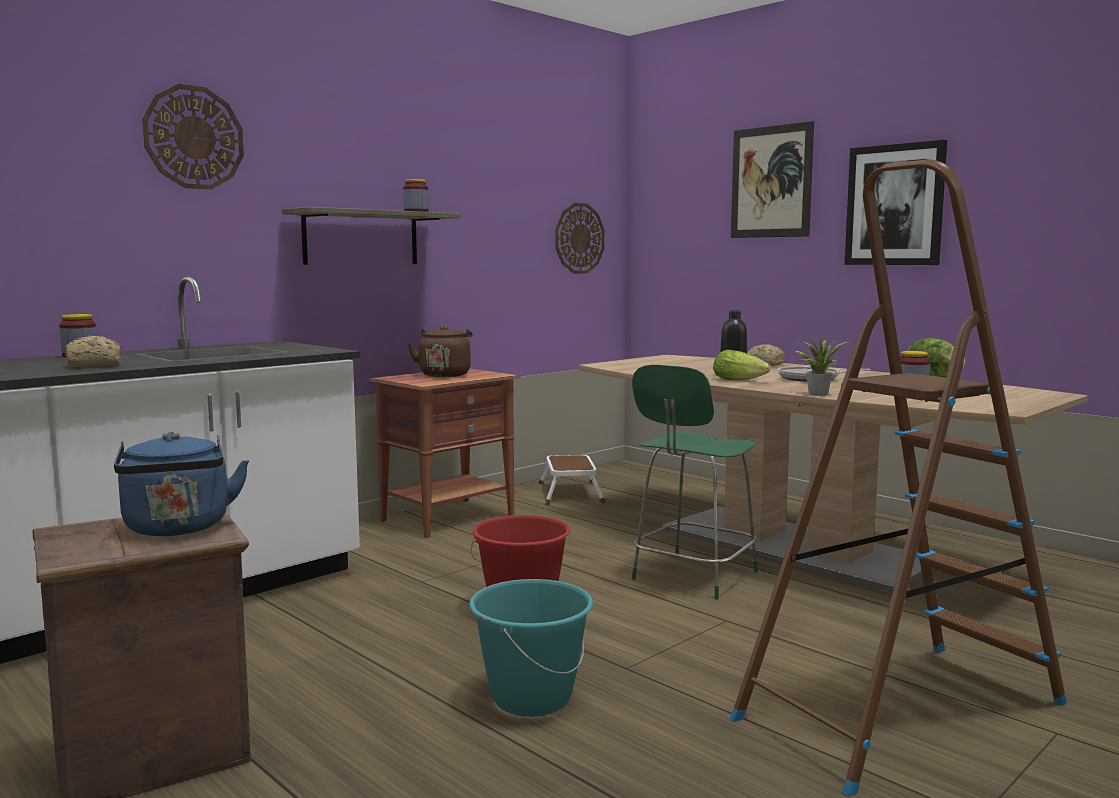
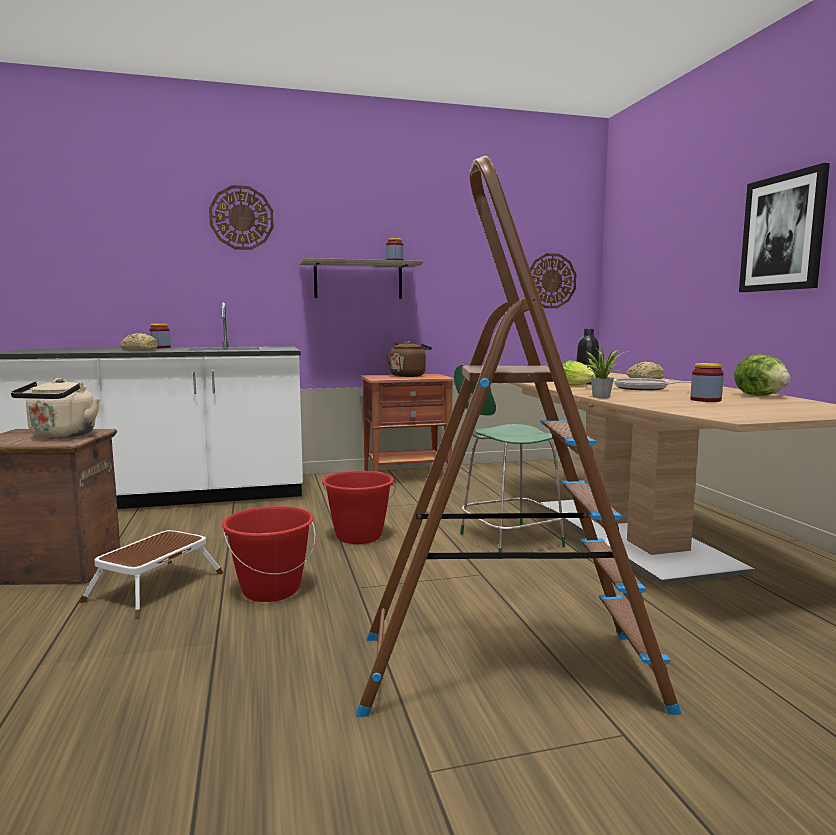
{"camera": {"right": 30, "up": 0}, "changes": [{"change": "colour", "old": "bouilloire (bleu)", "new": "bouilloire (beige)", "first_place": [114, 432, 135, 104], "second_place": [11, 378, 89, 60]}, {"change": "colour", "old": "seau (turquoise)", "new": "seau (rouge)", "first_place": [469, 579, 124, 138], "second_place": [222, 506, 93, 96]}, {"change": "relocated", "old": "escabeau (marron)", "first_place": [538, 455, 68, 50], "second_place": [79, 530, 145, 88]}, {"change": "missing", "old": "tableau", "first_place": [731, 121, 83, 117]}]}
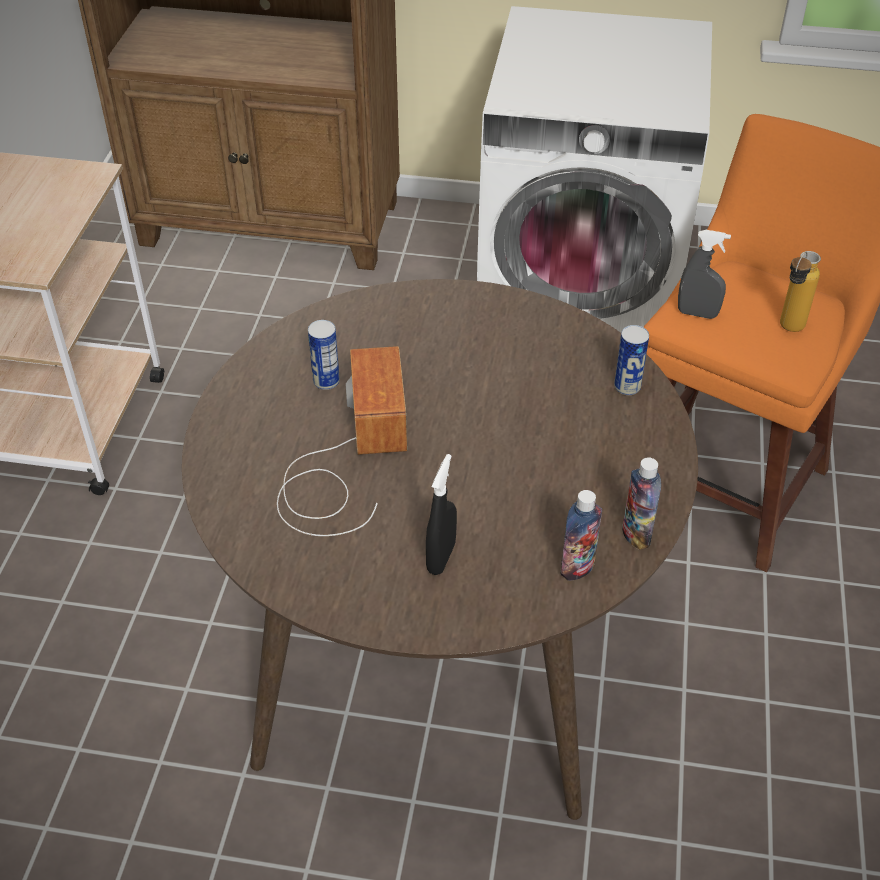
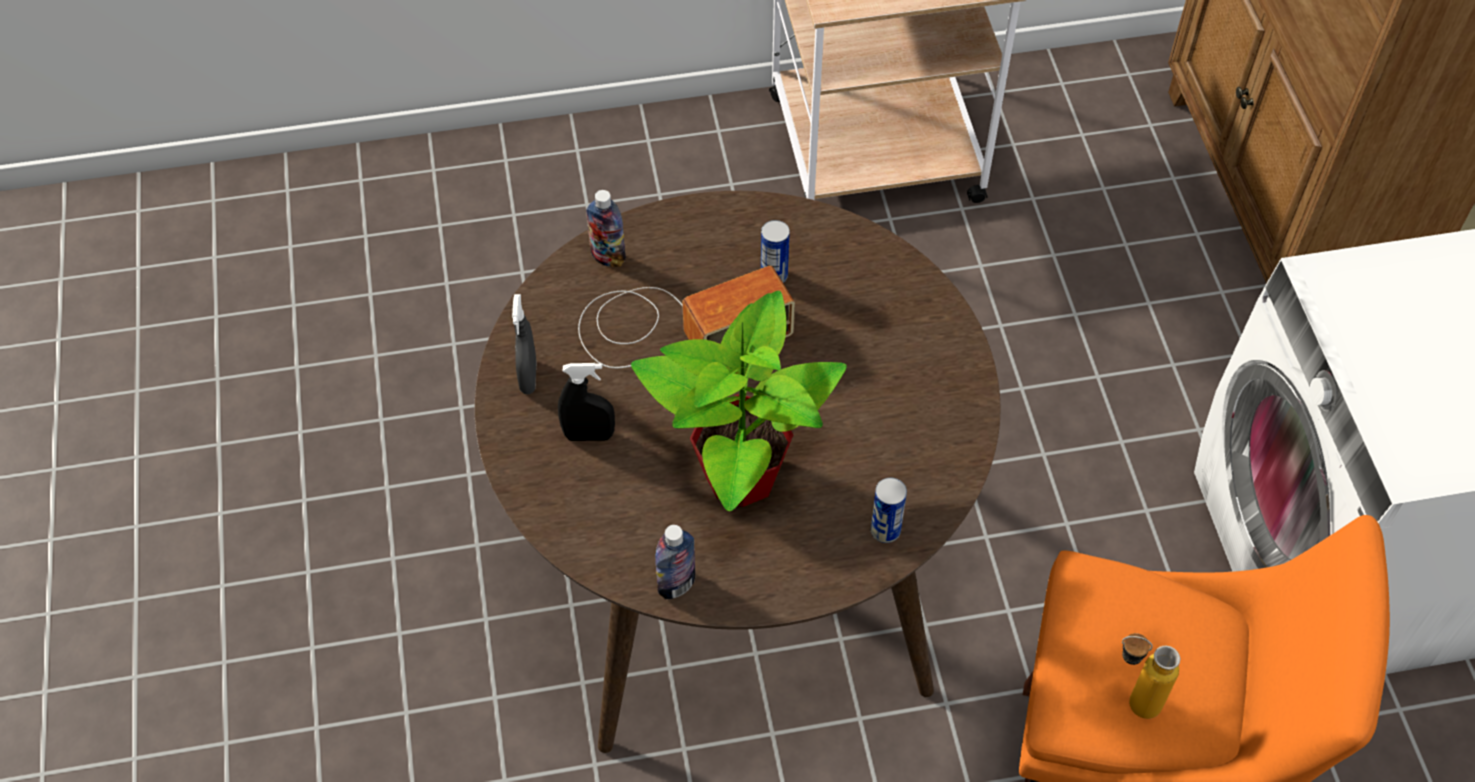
{"camera": {"right": 70, "up": 10}, "changes": [{"change": "relocated", "old": "bouteille", "first_place": [560, 490, 42, 91], "second_place": [586, 190, 40, 77]}, {"change": "relocated", "old": "vaporisateur (gris)", "first_place": [678, 230, 53, 89], "second_place": [512, 294, 25, 100]}, {"change": "appeared", "new": "plante en pot", "second_place": [631, 291, 216, 221]}]}
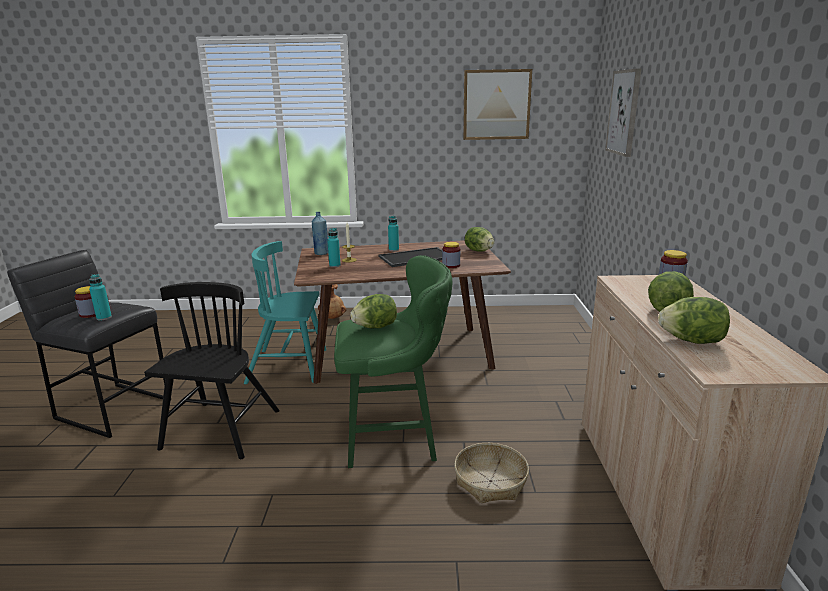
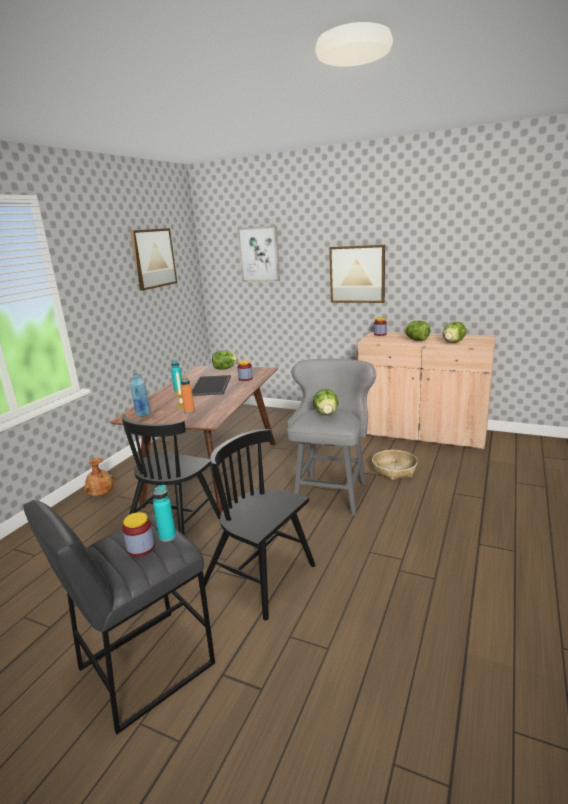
{"camera": {"right": -65, "up": 0}, "changes": [{"change": "colour", "old": "chaise (turquoise)", "new": "chaise (noir)", "first_place": [244, 241, 82, 143], "second_place": [122, 414, 99, 122]}, {"change": "colour", "old": "bouteille (turquoise)", "new": "bouteille (orange)", "first_place": [327, 228, 14, 39], "second_place": [181, 377, 14, 37]}, {"change": "colour", "old": "tabouret (vert)", "new": "tabouret (gris)", "first_place": [334, 255, 118, 213], "second_place": [287, 358, 89, 158]}, {"change": "appeared", "new": "tableau", "second_place": [329, 245, 56, 58]}]}
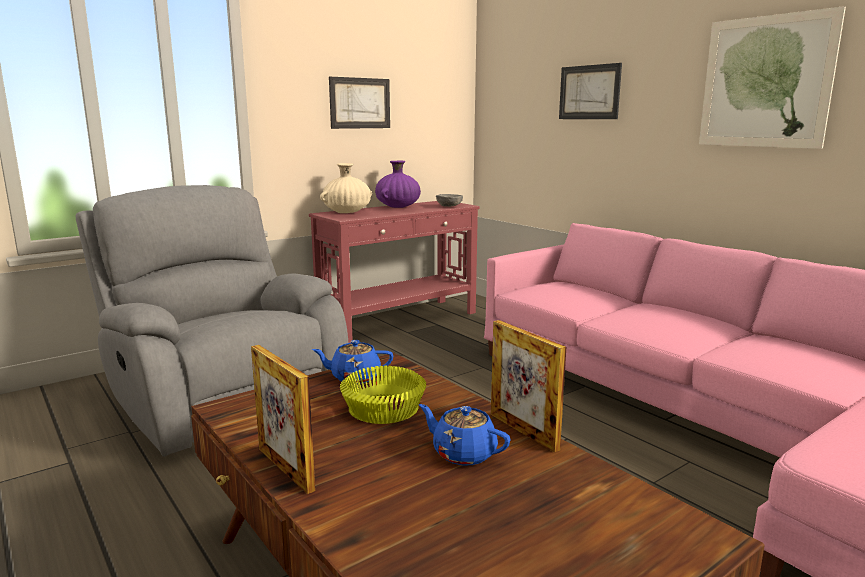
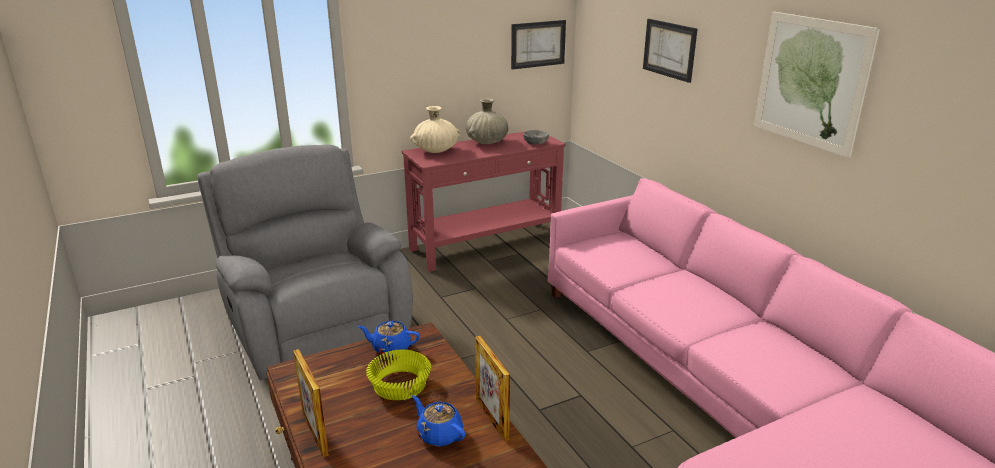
{"camera": {"right": 10, "up": 10}, "changes": [{"change": "relocated", "old": "tableau", "first_place": [329, 77, 61, 52], "second_place": [511, 20, 55, 49]}, {"change": "colour", "old": "vase (violet)", "new": "vase (beige)", "first_place": [375, 161, 46, 47], "second_place": [466, 98, 43, 46]}]}
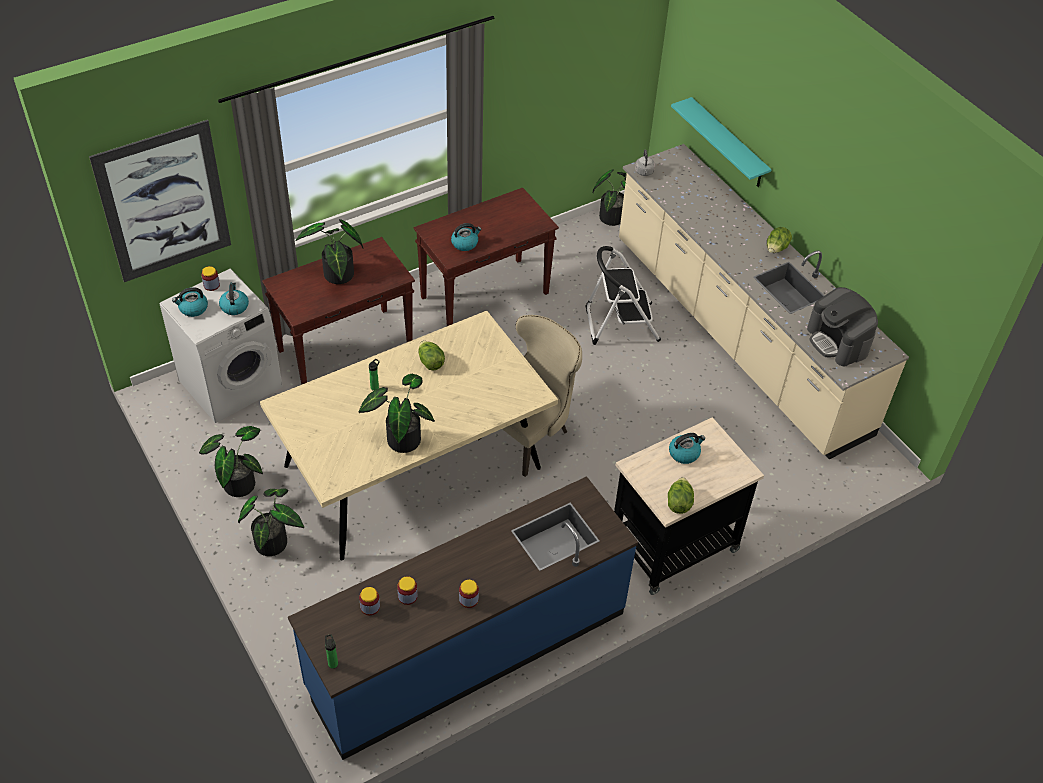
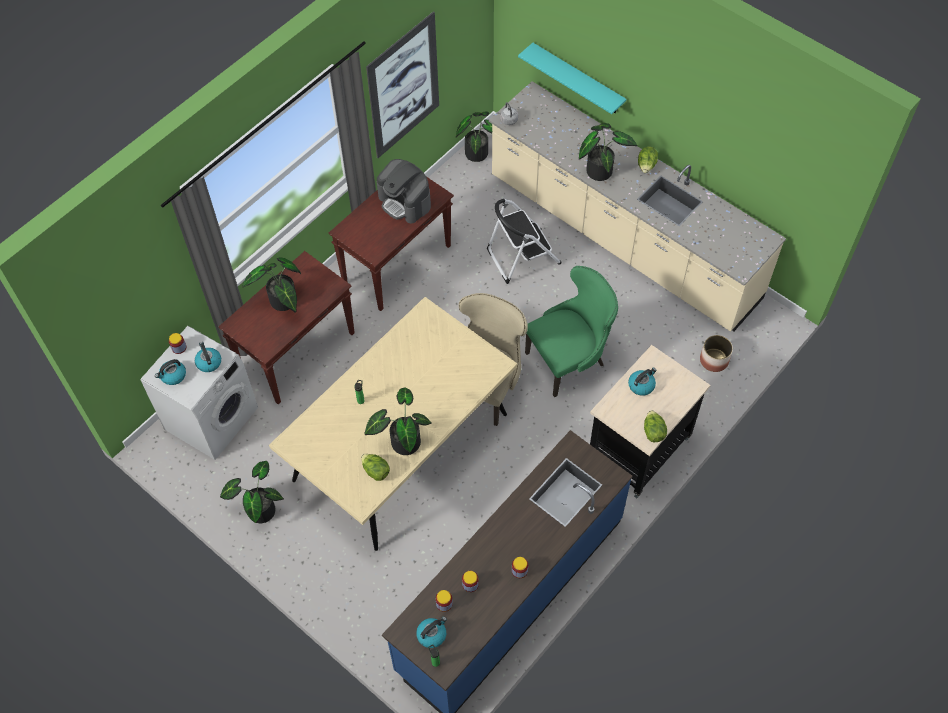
{"camera": {"right": -15, "up": 10}, "changes": [{"change": "relocated", "old": "tableau", "first_place": [89, 120, 142, 162], "second_place": [366, 11, 73, 147]}, {"change": "relocated", "old": "plante en pot", "first_place": [238, 488, 66, 68], "second_place": [579, 123, 58, 58]}, {"change": "relocated", "old": "laitue", "first_place": [418, 341, 27, 29], "second_place": [361, 454, 29, 27]}, {"change": "relocated", "old": "bouilloire", "first_place": [451, 223, 30, 28], "second_place": [416, 616, 31, 32]}, {"change": "relocated", "old": "machine à café", "first_place": [807, 287, 71, 80], "second_place": [377, 159, 54, 65]}, {"change": "appeared", "new": "chaise (vert)", "second_place": [525, 266, 93, 131]}, {"change": "appeared", "new": "cache-pot", "second_place": [700, 335, 33, 37]}]}
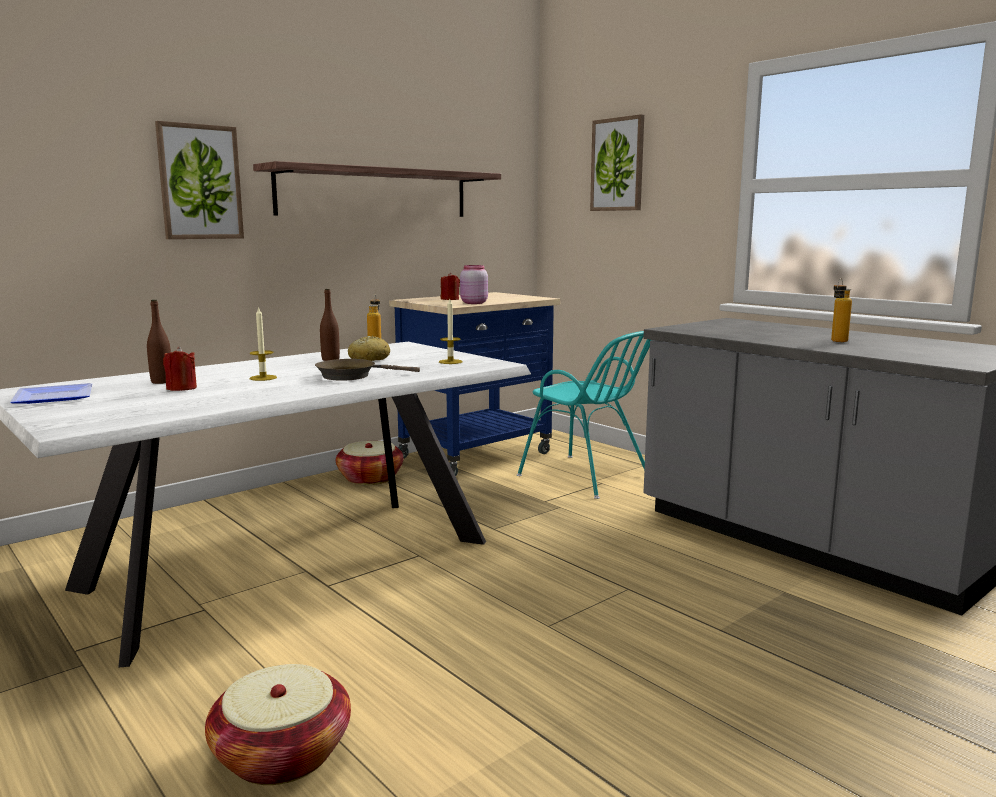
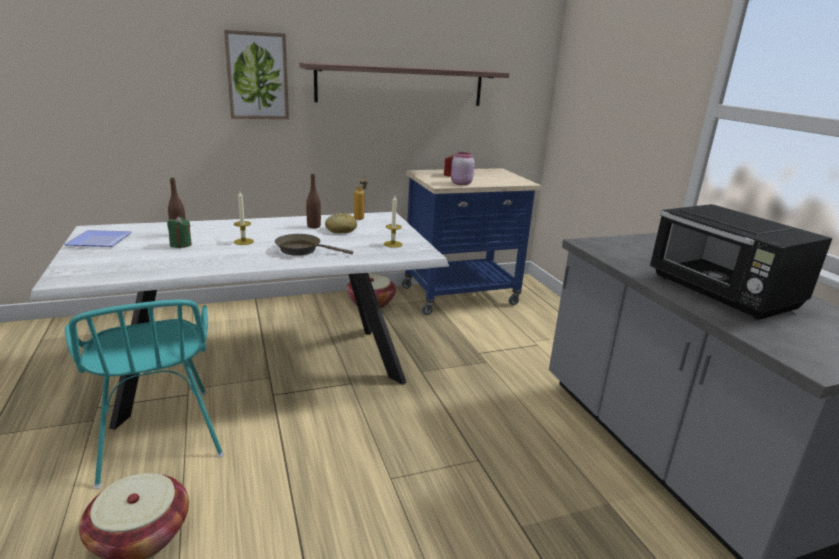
{"camera": {"right": 20, "up": 10}, "changes": [{"change": "colour", "old": "bougie (rouge)", "new": "bougie (vert)", "first_place": [163, 347, 34, 44], "second_place": [167, 216, 25, 32]}, {"change": "relocated", "old": "chaise (turquoise)", "first_place": [517, 331, 134, 168], "second_place": [65, 299, 159, 190]}, {"change": "missing", "old": "tableau", "first_place": [590, 114, 54, 97]}, {"change": "exchanged", "old": "bouteille", "new": "micro-ondes (noir)", "first_place": [831, 278, 21, 64], "second_place": [649, 204, 183, 116]}]}
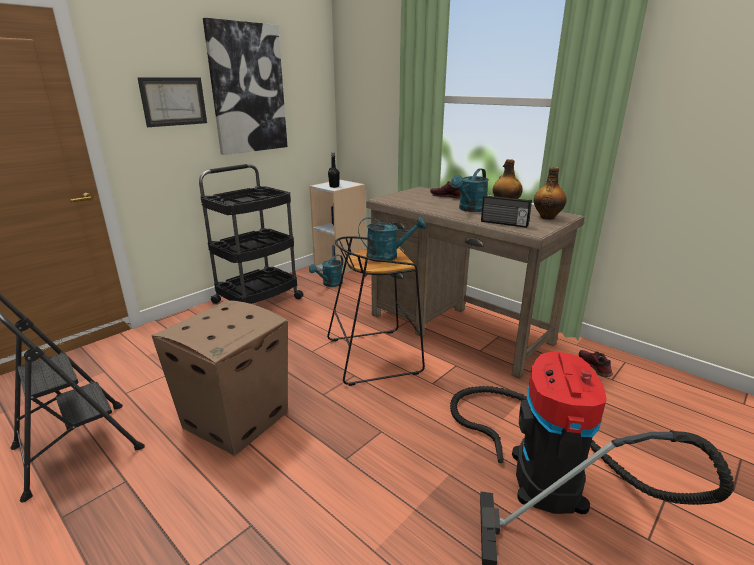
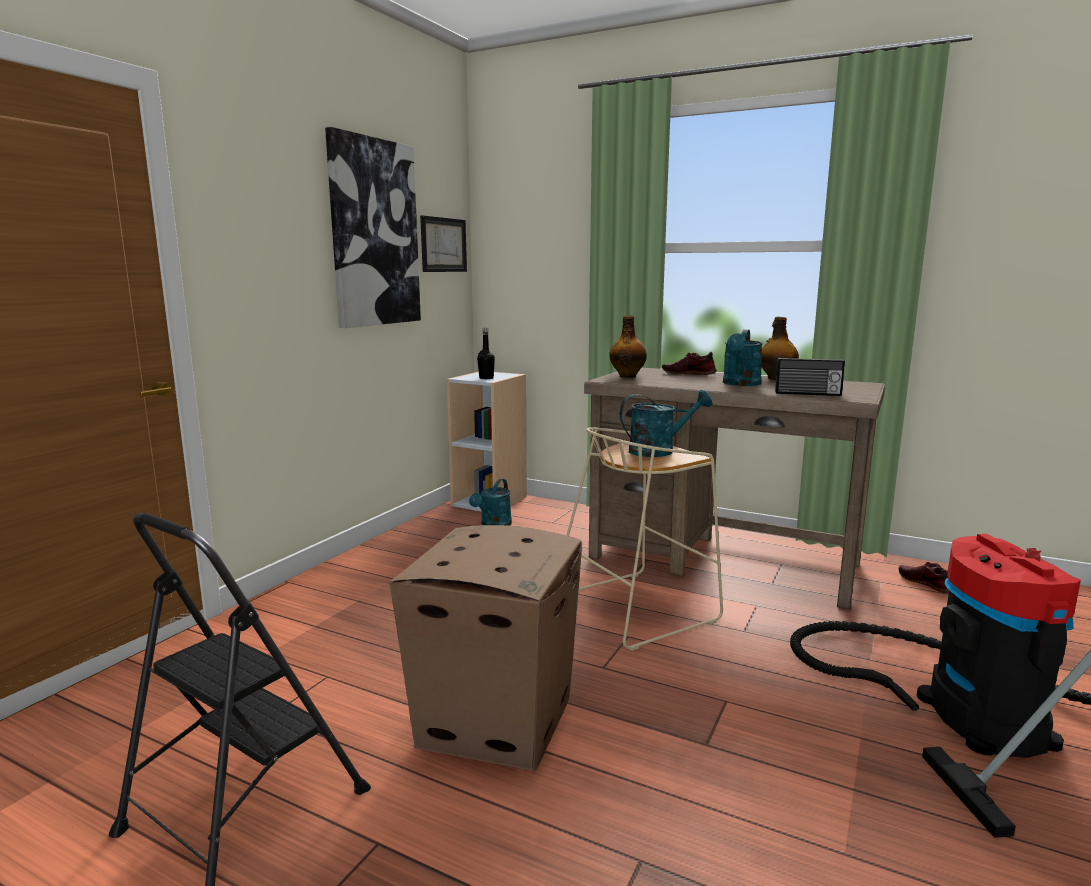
{"camera": {"right": -15, "up": -10}, "changes": [{"change": "relocated", "old": "tableau", "first_place": [137, 77, 70, 50], "second_place": [420, 215, 47, 57]}, {"change": "missing", "old": "chariot (noir)", "first_place": [199, 164, 104, 140]}, {"change": "colour", "old": "tabouret (noir)", "new": "tabouret (beige)", "first_place": [327, 236, 98, 150], "second_place": [566, 427, 157, 224]}, {"change": "relocated", "old": "bouteille", "first_place": [534, 167, 32, 53], "second_place": [609, 316, 38, 62]}]}
